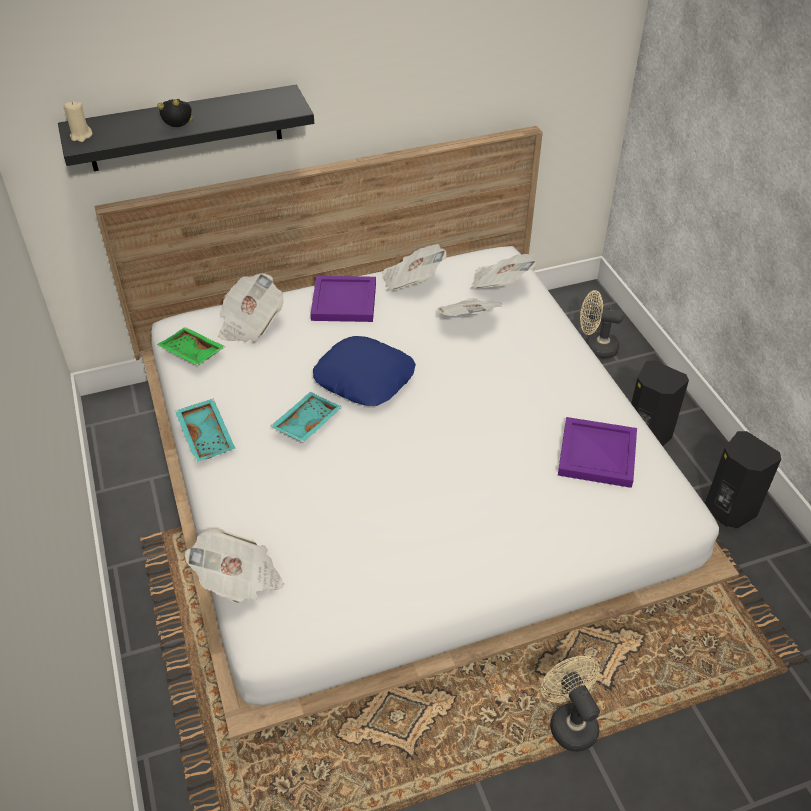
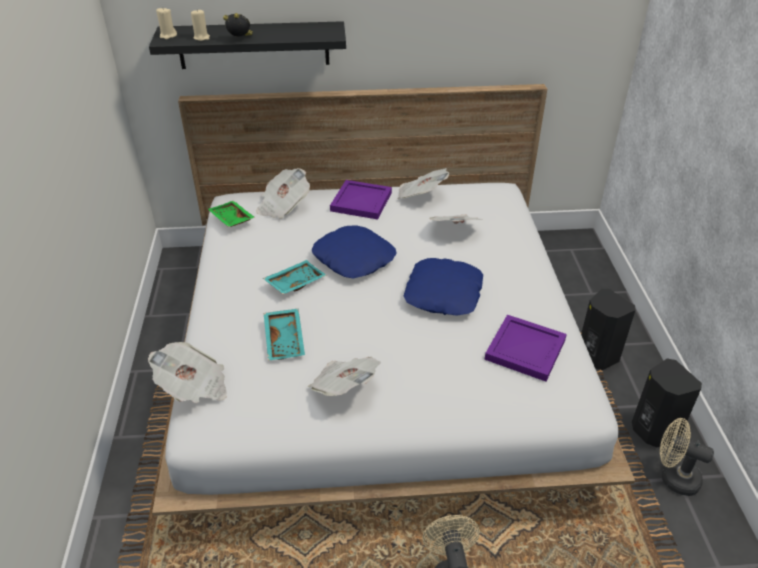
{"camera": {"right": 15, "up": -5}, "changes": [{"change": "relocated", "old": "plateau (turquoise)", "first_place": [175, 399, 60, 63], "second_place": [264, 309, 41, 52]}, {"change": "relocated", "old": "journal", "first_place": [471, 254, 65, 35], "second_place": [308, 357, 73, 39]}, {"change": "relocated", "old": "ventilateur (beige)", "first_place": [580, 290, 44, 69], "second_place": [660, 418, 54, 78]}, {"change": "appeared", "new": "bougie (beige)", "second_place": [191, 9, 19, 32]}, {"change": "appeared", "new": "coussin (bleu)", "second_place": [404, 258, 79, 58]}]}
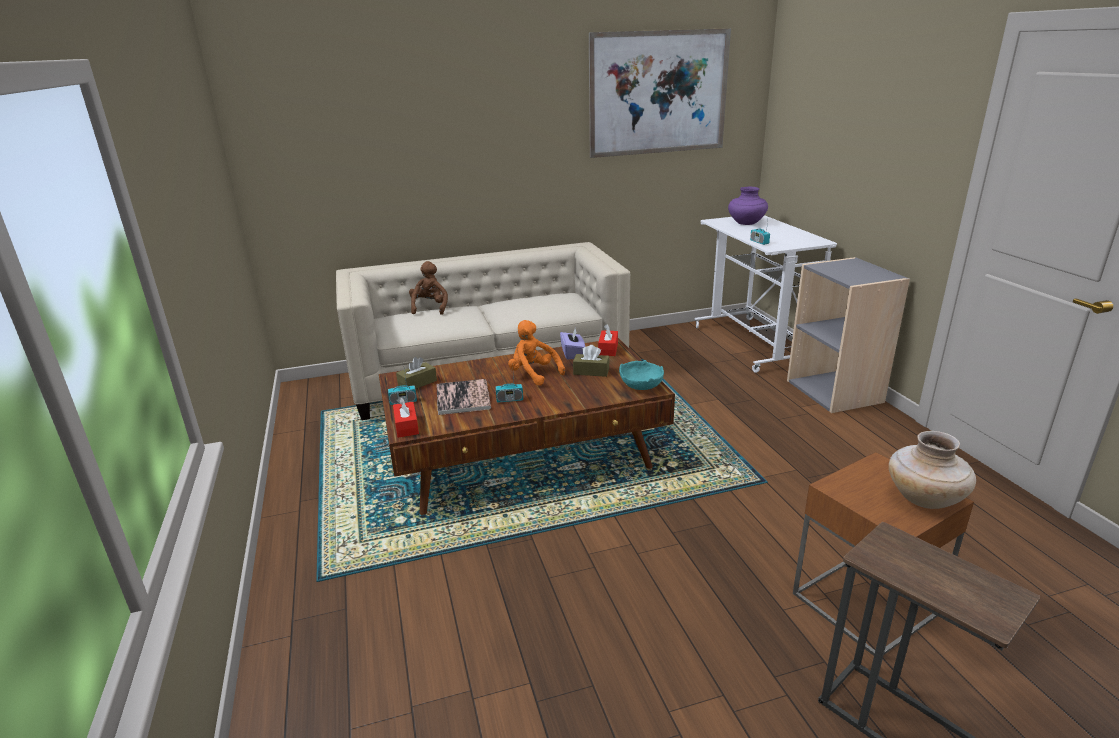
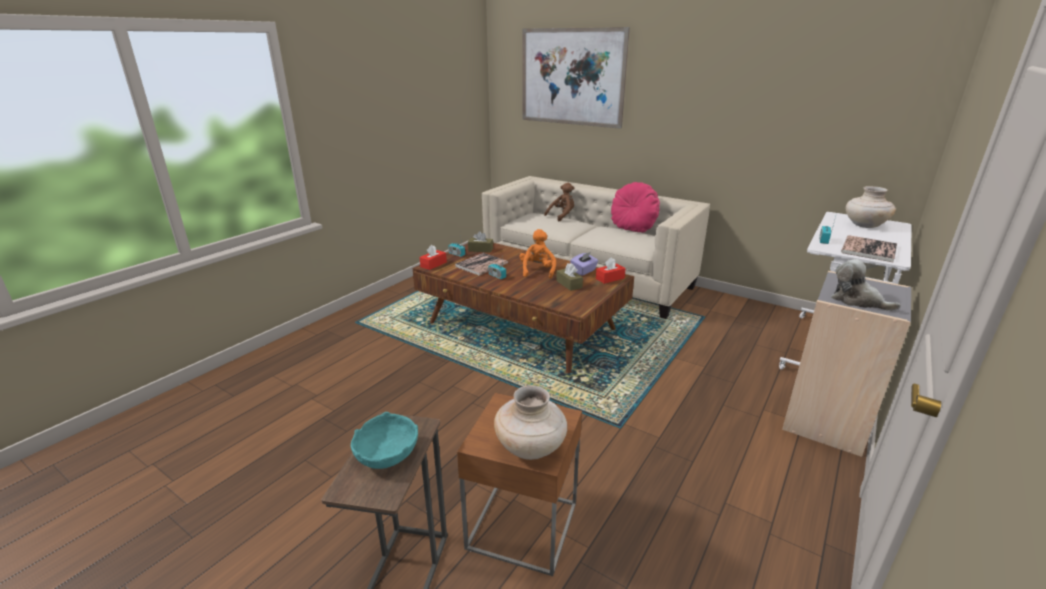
{"camera": {"right": 50, "up": 0}, "changes": [{"change": "relocated", "old": "tableau", "first_place": [589, 28, 142, 130], "second_place": [522, 27, 108, 102]}, {"change": "relocated", "old": "bol (turquoise)", "first_place": [619, 360, 45, 30], "second_place": [351, 412, 67, 57]}, {"change": "colour", "old": "vase (violet)", "new": "vase (beige)", "first_place": [728, 187, 40, 38], "second_place": [846, 186, 50, 42]}, {"change": "appeared", "new": "coussin (rose)", "second_place": [611, 182, 49, 51]}, {"change": "appeared", "new": "peluche", "second_place": [831, 259, 70, 52]}, {"change": "appeared", "new": "livre", "second_place": [841, 235, 56, 27]}]}
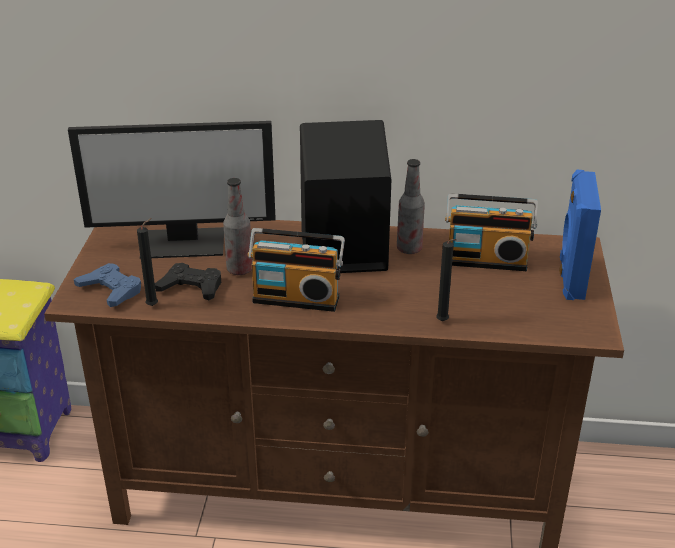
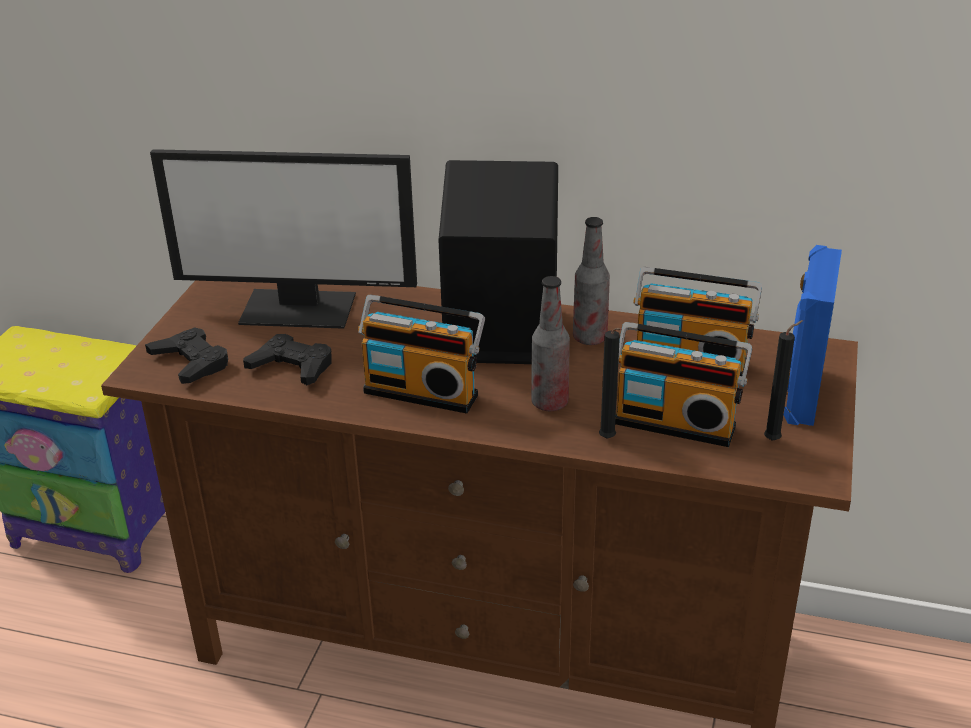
{"camera": {"right": 10, "up": 0}, "changes": [{"change": "colour", "old": "manette (bleu)", "new": "manette (noir)", "first_place": [74, 263, 67, 44], "second_place": [145, 327, 83, 57]}, {"change": "relocated", "old": "bougie (noir)", "first_place": [137, 218, 21, 88], "second_place": [764, 320, 39, 120]}, {"change": "relocated", "old": "bouteille", "first_place": [223, 178, 30, 97], "second_place": [531, 276, 39, 135]}, {"change": "appeared", "new": "radio", "second_place": [615, 322, 137, 125]}]}
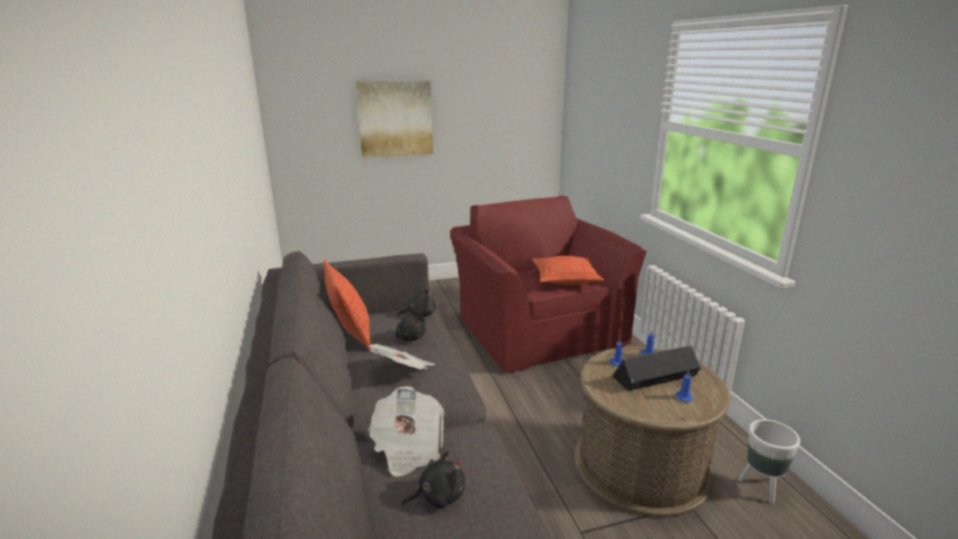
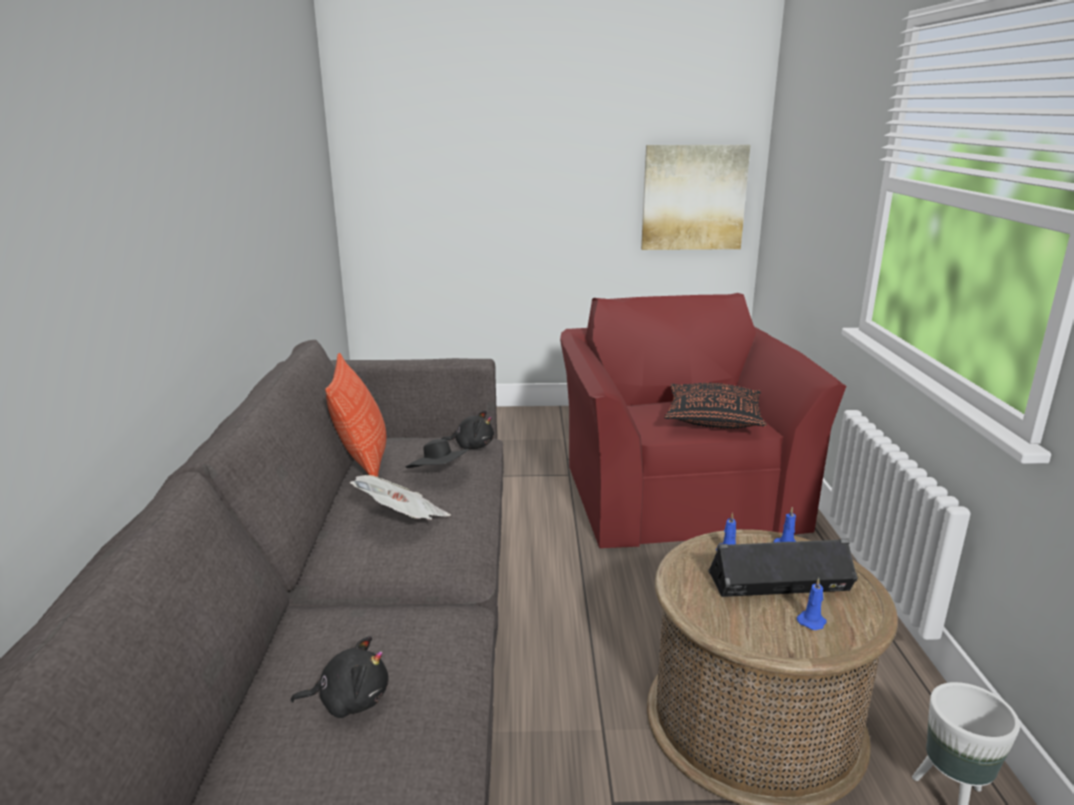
{"camera": {"right": 15, "up": 0}, "changes": [{"change": "relocated", "old": "tableau", "first_place": [355, 80, 78, 78], "second_place": [641, 145, 110, 105]}, {"change": "missing", "old": "journal", "first_place": [368, 386, 76, 91]}, {"change": "exchanged", "old": "peluche (noir)", "new": "chapeau (noir)", "first_place": [395, 315, 31, 26], "second_place": [405, 439, 64, 29]}, {"change": "colour", "old": "coussin (orange)", "new": "coussin (noir)", "first_place": [532, 256, 72, 29], "second_place": [664, 383, 103, 46]}]}
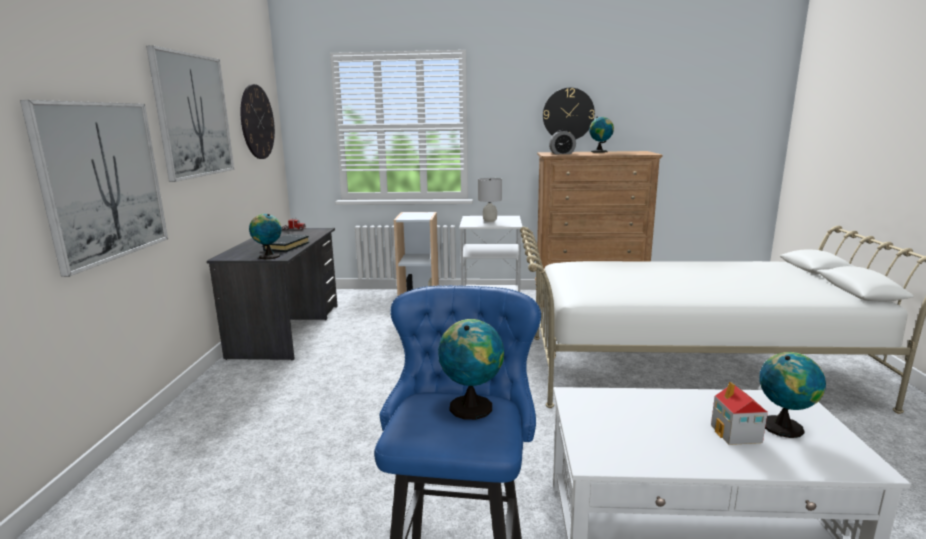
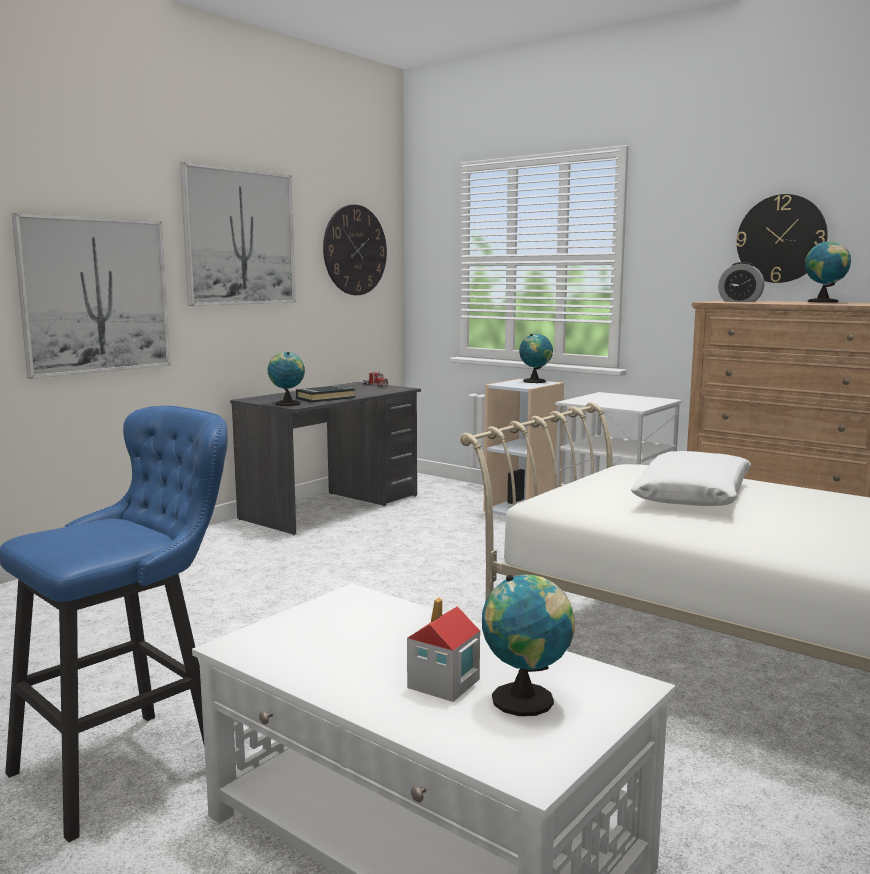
{"camera": {"right": 35, "up": -5}, "changes": [{"change": "relocated", "old": "globe", "first_place": [438, 319, 66, 101], "second_place": [519, 334, 34, 49]}, {"change": "missing", "old": "lampe de table (gris)", "first_place": [478, 178, 24, 44]}, {"change": "appeared", "new": "coussin (blanc)", "second_place": [631, 451, 120, 55]}]}
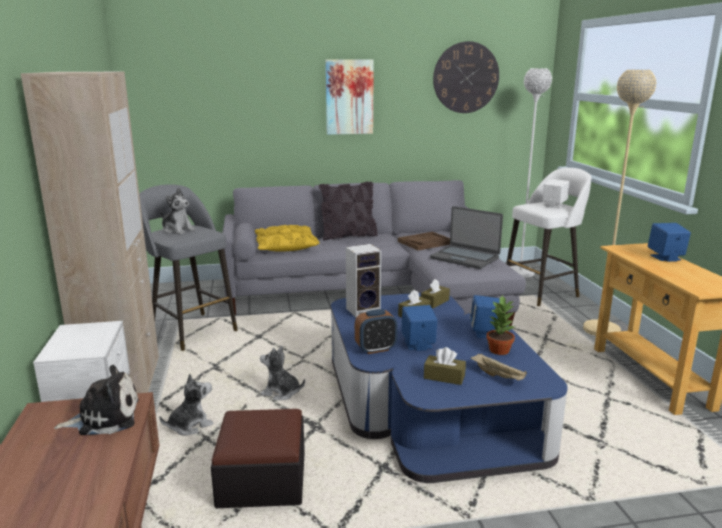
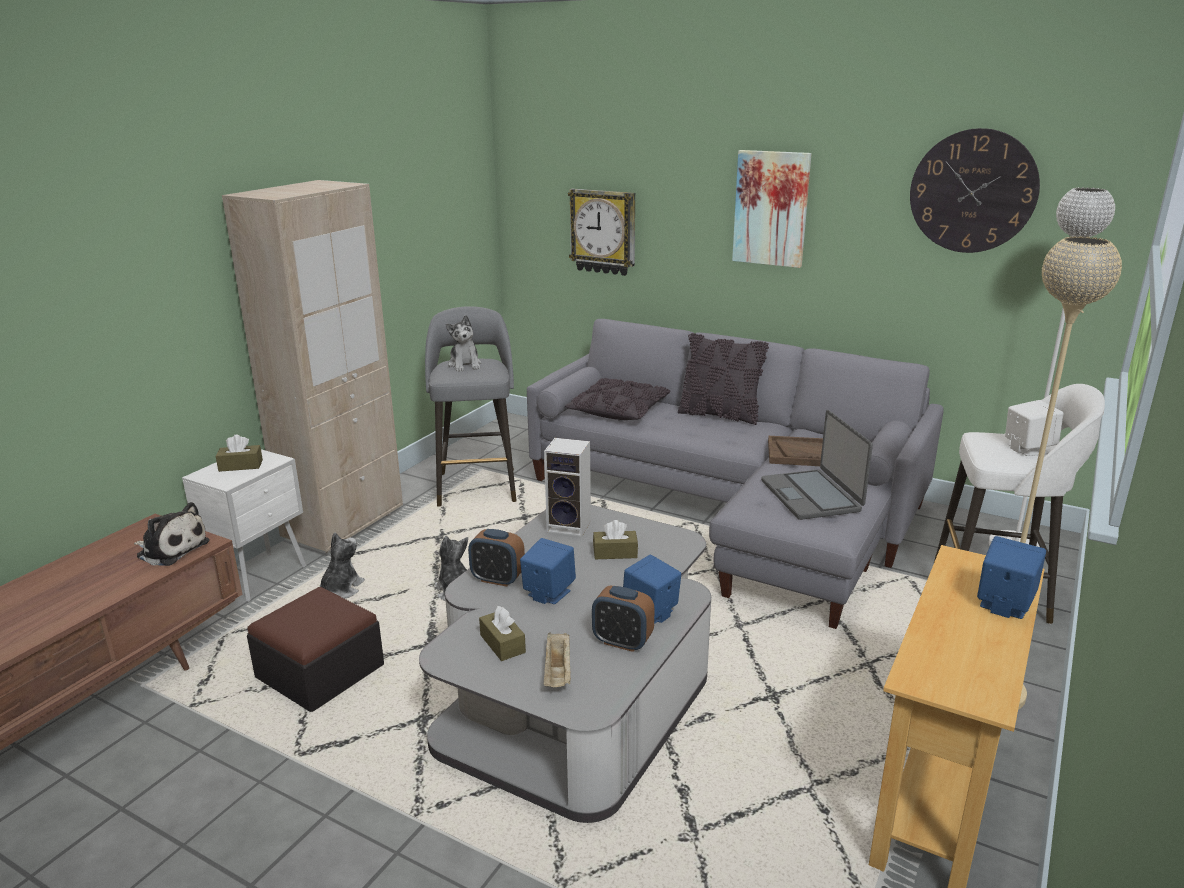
{"camera": {"right": 40, "up": 5}, "changes": [{"change": "spun", "old": "peluche", "first_place": [159, 374, 55, 62], "second_place": [320, 532, 45, 67], "degrees": -75}, {"change": "colour", "old": "coussin (jaune)", "new": "coussin (noir)", "first_place": [255, 225, 64, 27], "second_place": [565, 378, 105, 42]}, {"change": "colour", "old": "table basse (bleu)", "new": "table basse (gris)", "first_place": [331, 293, 237, 190], "second_place": [419, 505, 292, 318]}, {"change": "relocated", "old": "boîte à mouchoirs (marron)", "first_place": [421, 279, 29, 29], "second_place": [216, 435, 47, 37]}, {"change": "exchanged", "old": "plante en pot", "new": "réveil", "first_place": [487, 295, 29, 60], "second_place": [592, 585, 63, 67]}, {"change": "appeared", "new": "horloge murale", "second_place": [568, 189, 67, 87]}]}
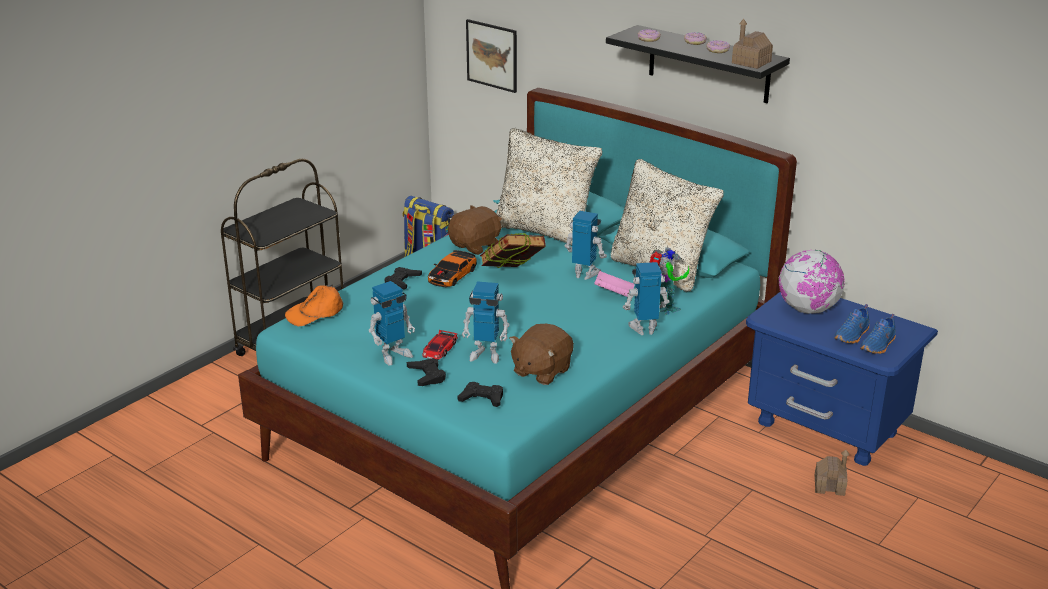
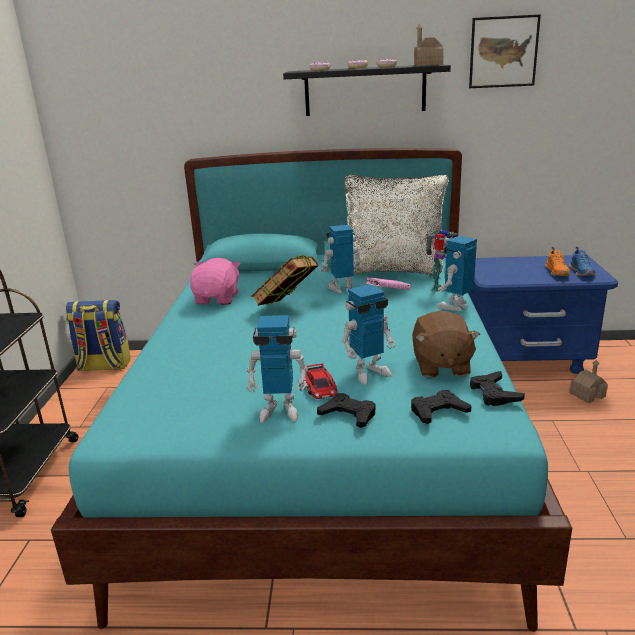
{"camera": {"right": -35, "up": -5}, "changes": [{"change": "missing", "old": "casquette (orange)", "first_place": [285, 285, 58, 41]}, {"change": "spun", "old": "robot jouet", "first_place": [369, 281, 46, 85], "second_place": [247, 315, 61, 108], "degrees": 75}, {"change": "relocated", "old": "manette (noir)", "first_place": [385, 267, 37, 22], "second_place": [470, 371, 55, 35]}, {"change": "missing", "old": "petite voiture", "first_place": [428, 250, 49, 37]}, {"change": "colour", "old": "peluche (marron)", "new": "peluche (rose)", "first_place": [448, 205, 54, 50], "second_place": [190, 258, 51, 47]}, {"change": "relocated", "old": "tableau", "first_place": [466, 19, 51, 74], "second_place": [469, 14, 72, 74]}, {"change": "missing", "old": "coussin (beige)", "first_place": [496, 128, 106, 117]}, {"change": "missing", "old": "globe", "first_place": [779, 250, 66, 64]}, {"change": "colour", "old": "chaussure (bleu)", "new": "chaussure (orange)", "first_place": [834, 304, 36, 40], "second_place": [545, 247, 25, 29]}]}
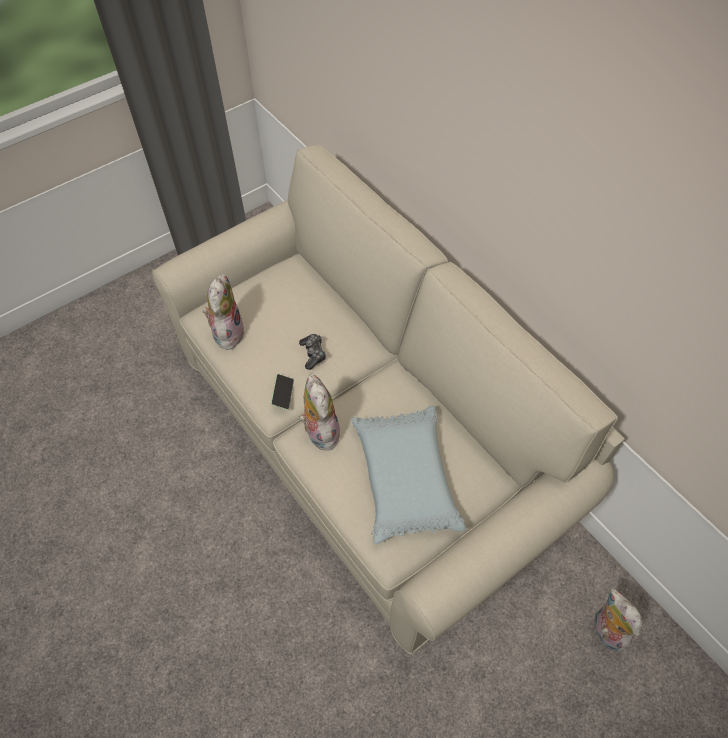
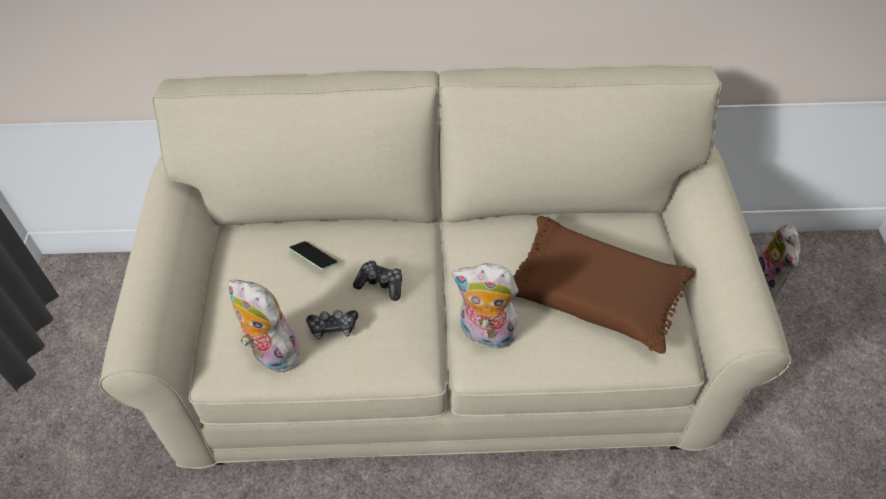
{"camera": {"right": -55, "up": -5}, "changes": [{"change": "relocated", "old": "téléphone", "first_place": [271, 374, 23, 36], "second_place": [289, 241, 49, 29]}, {"change": "colour", "old": "coussin (bleu)", "new": "coussin (marron)", "first_place": [351, 405, 115, 139], "second_place": [513, 216, 182, 138]}, {"change": "spun", "old": "peluche", "first_place": [594, 588, 49, 64], "second_place": [758, 223, 43, 74], "degrees": -105}, {"change": "appeared", "new": "manette", "second_place": [306, 310, 52, 30]}]}
